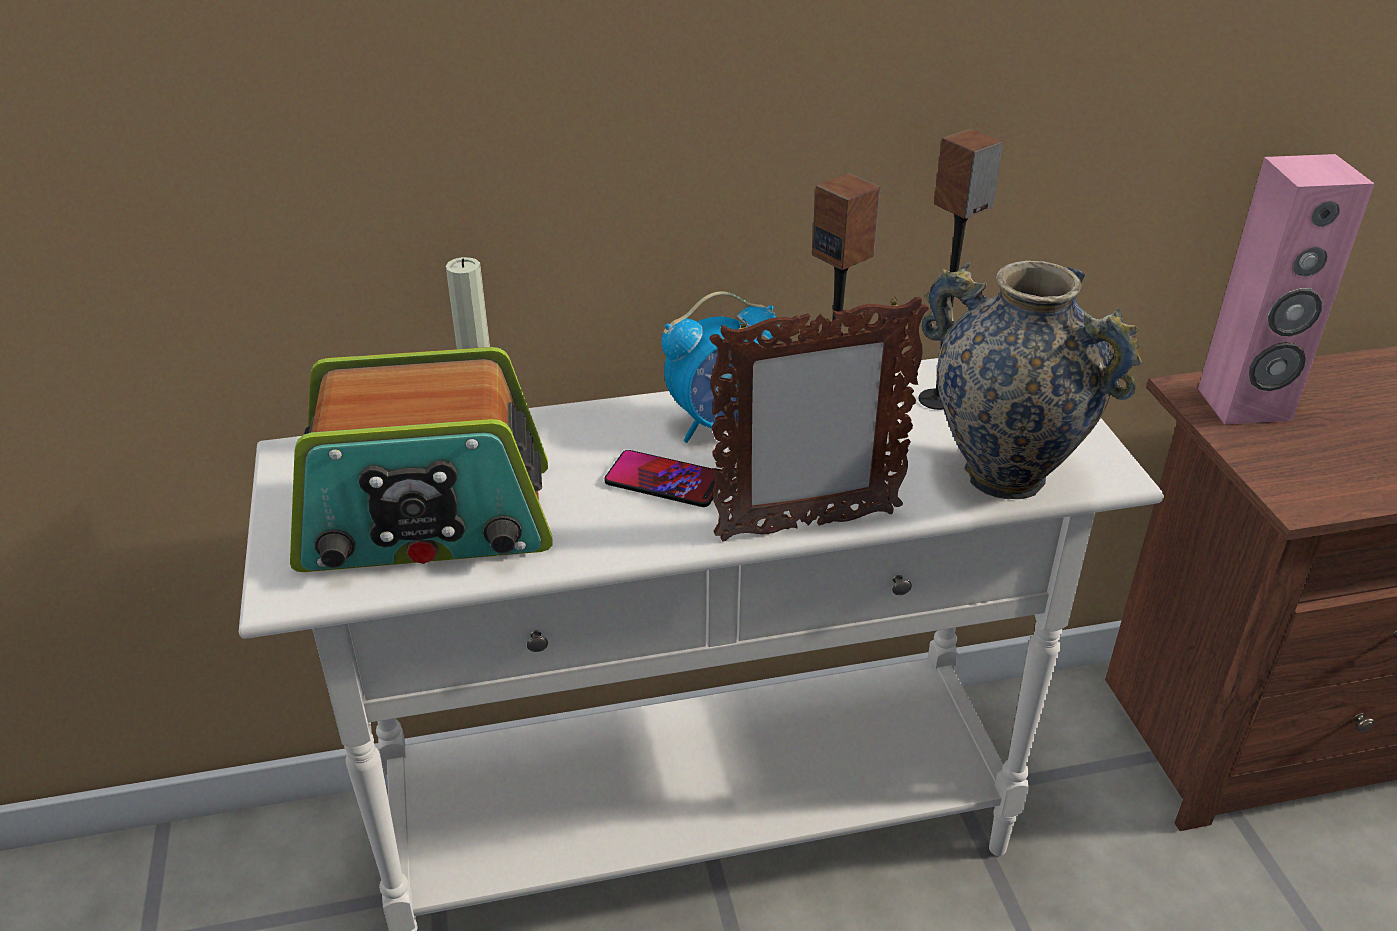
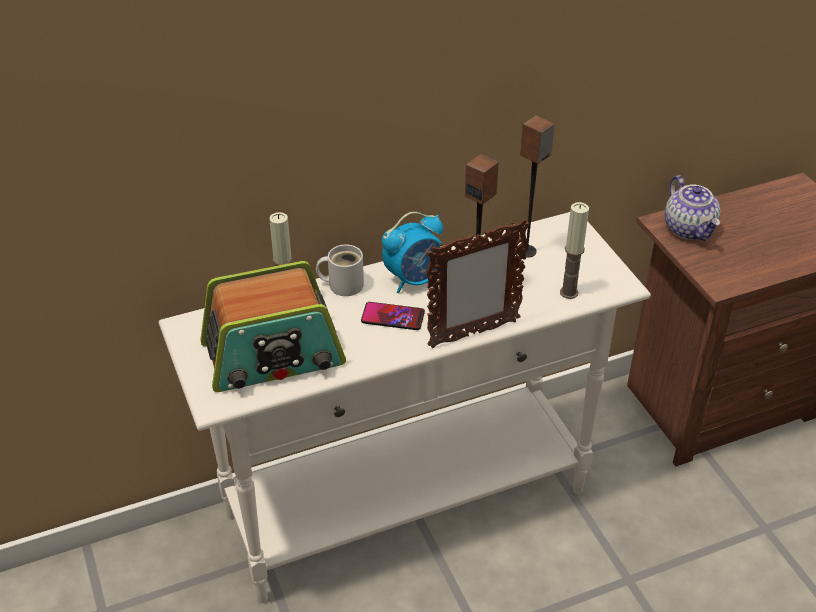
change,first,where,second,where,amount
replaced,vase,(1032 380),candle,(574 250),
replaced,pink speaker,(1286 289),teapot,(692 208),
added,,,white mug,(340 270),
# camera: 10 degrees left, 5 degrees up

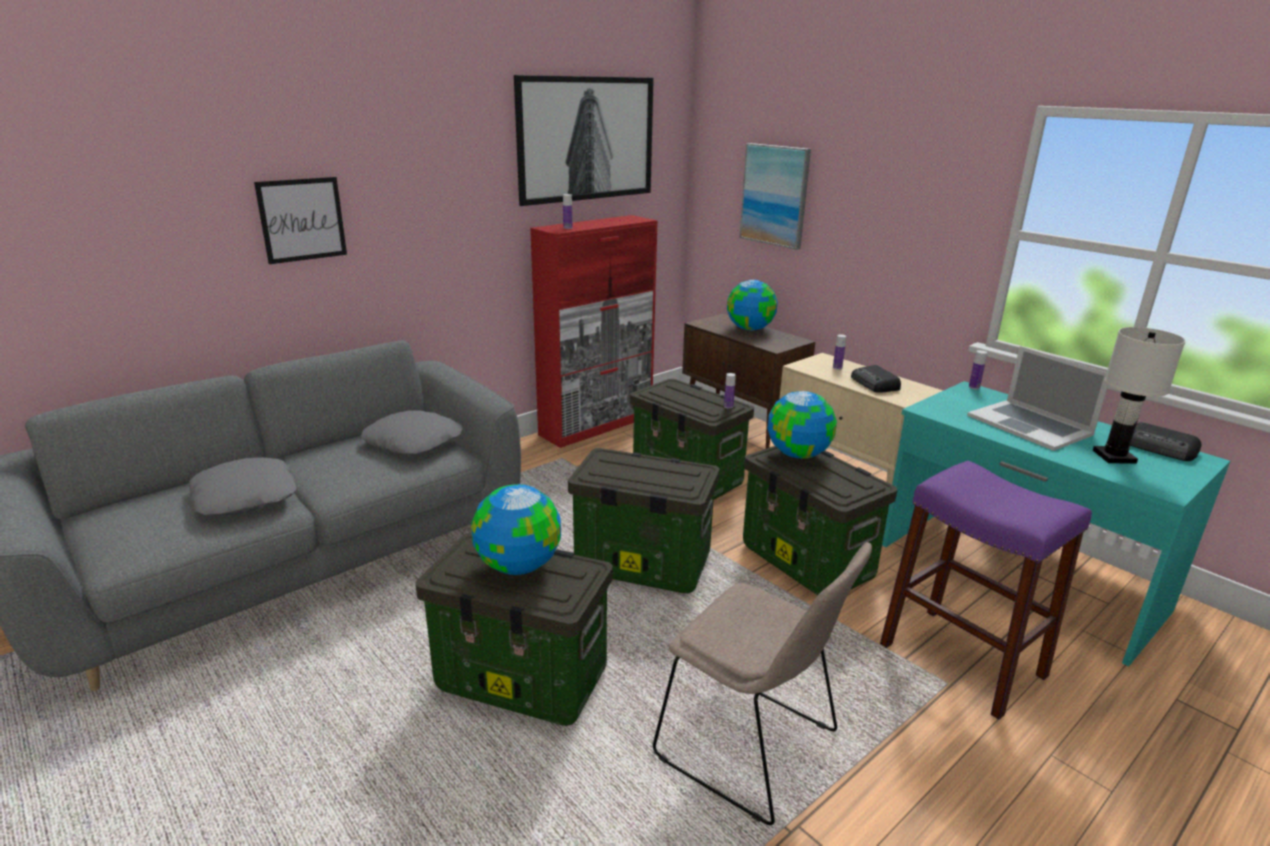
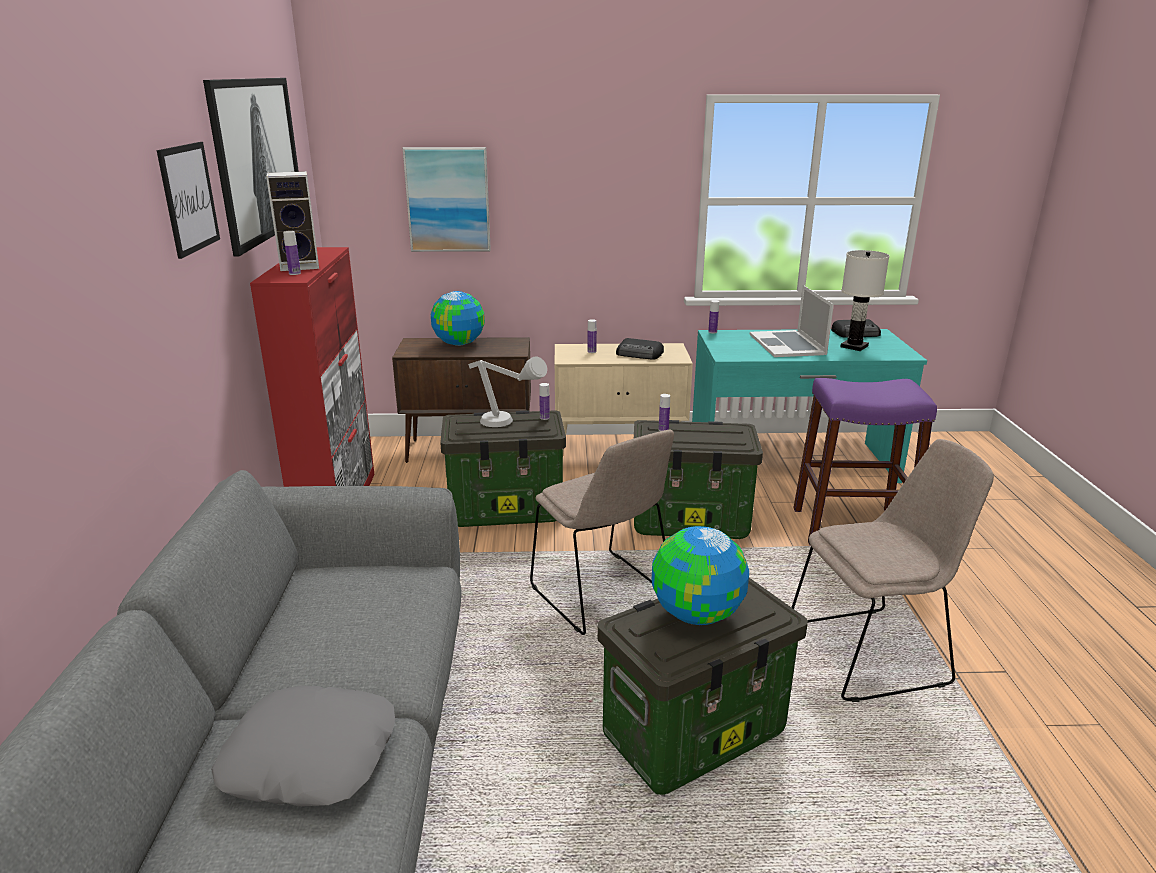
change,first,where,second,where,amount
moved,picture,(300 220),,(188 200),
removed,grey pillow,(412 432),,,
replaced,storage box,(644 520),beige chair,(602 532),
replaced,globe,(802 425),bottle,(664 412),
turned,laptop,(1037 398),,(792 321),75 degrees clockwise
added,,,speaker,(292 221),
added,,,grey table lamp,(507 391),
# camera: 50 degrees left, 0 degrees up

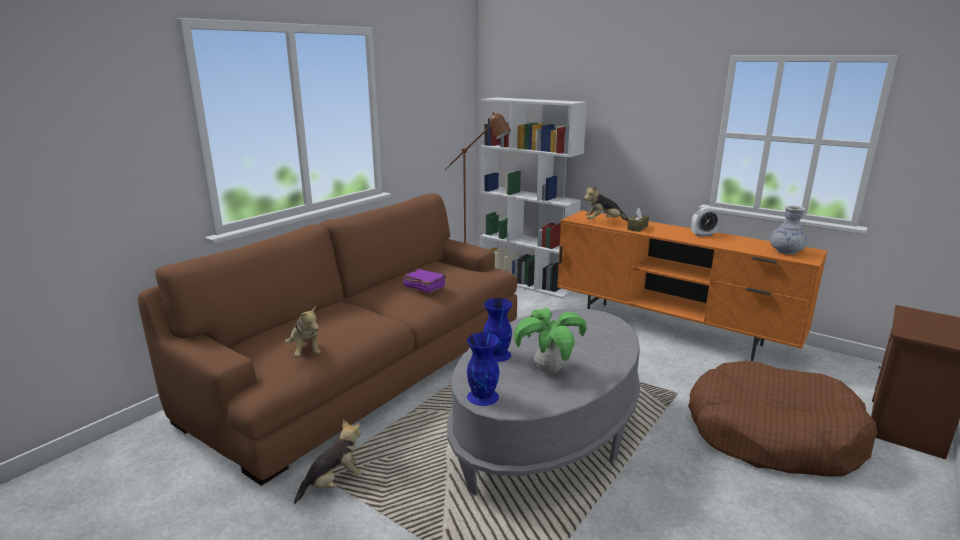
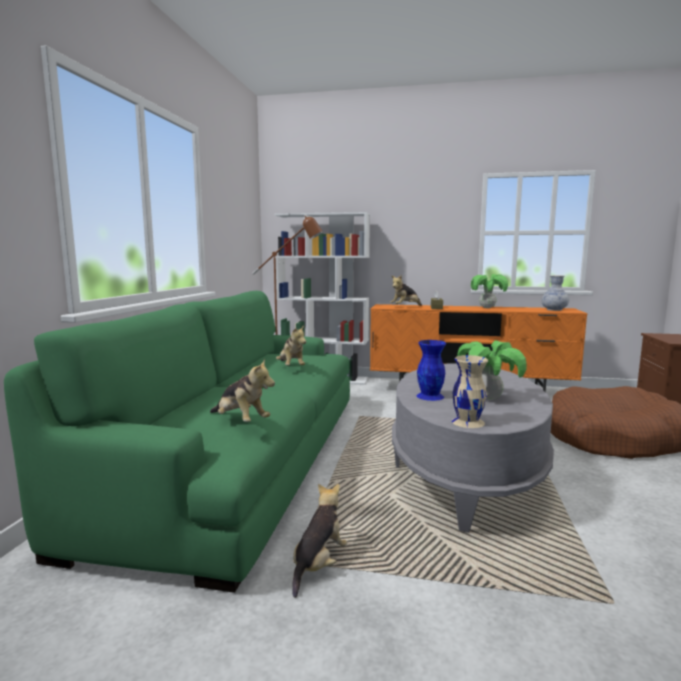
change,first,where,second,where,amount
recoloured,brown sofa,(327 339),green sofa,(177 442),
replaced,purple book,(424 281),plush toy,(291 345),
recoloured,blue vase,(483 369),beige vase,(470 391),
replaced,alarm clock,(705 221),potted plant,(489 291),
# camera: 25 degrees left, 10 degrees down

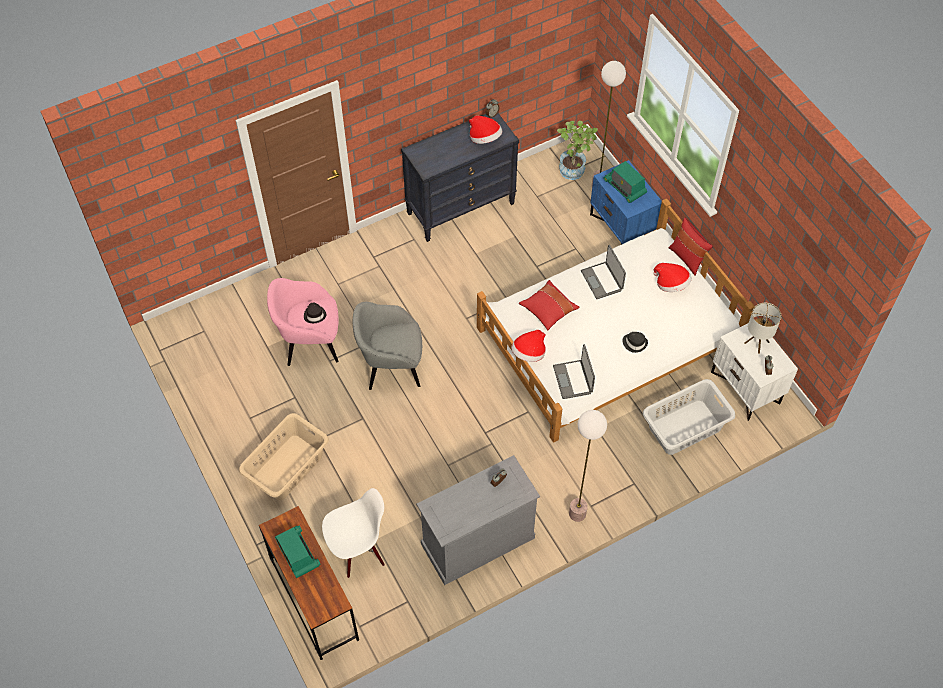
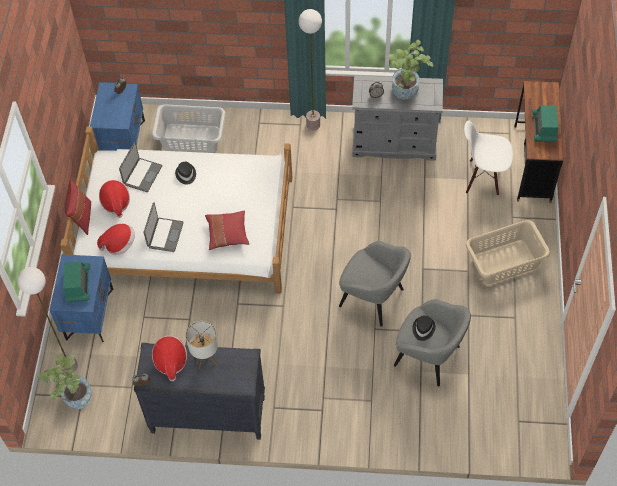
change,first,where,second,where,amount
recoloured,pink armchair,(303 322),grey armchair,(432 343),
moved,hat,(528 346),,(116 239),
moved,laptop,(574 371),,(140 167),
recoloured,white nightstand,(754 372),blue nightstand,(117 116),
moved,table lamp,(762 328),,(202 345),
added,,,potted plant,(411 70),
# camera: 145 degrees left, 0 degrees up

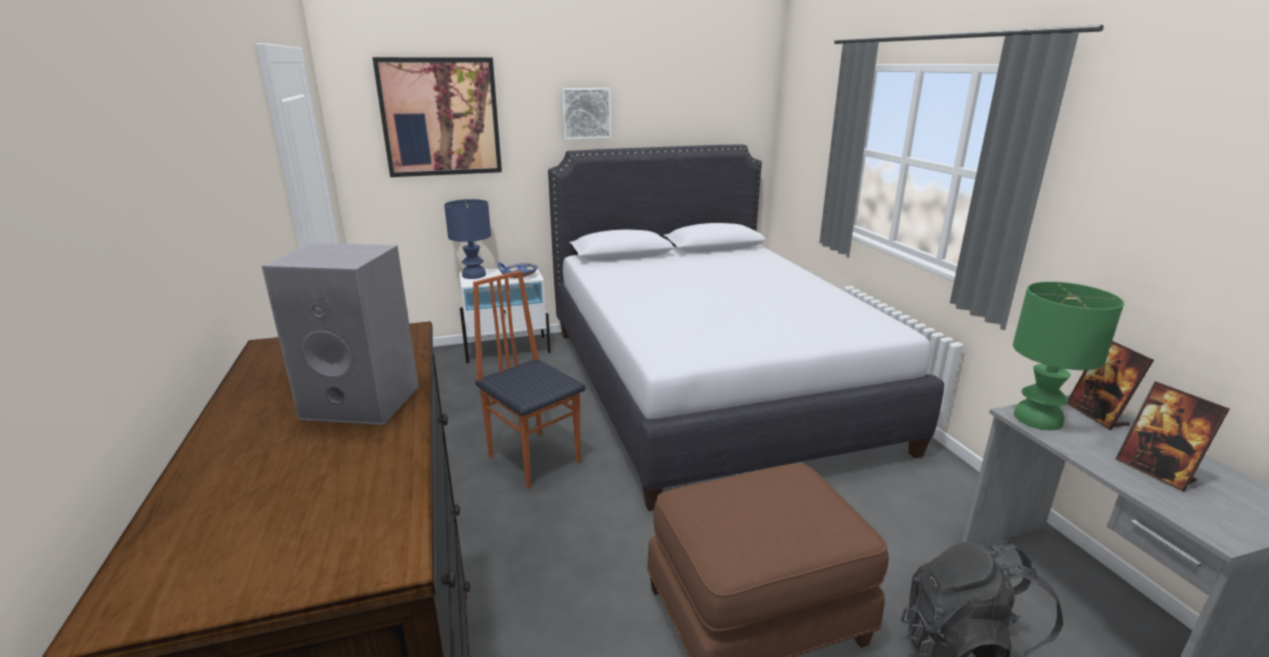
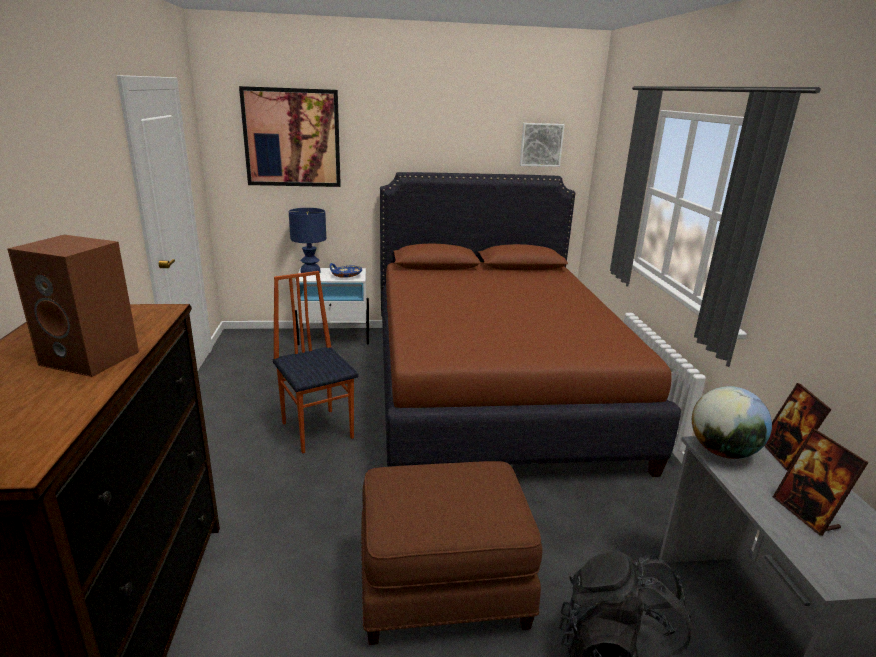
change,first,where,second,where,amount
recoloured,grey speaker,(340 334),brown speaker,(73 306),
recoloured,white bed,(746 327),brown bed,(530 324),
moved,picture,(586 114),,(542 145),
replaced,green table lamp,(1068 356),globe,(732 422),
# camera: 10 degrees right, 0 degrees up

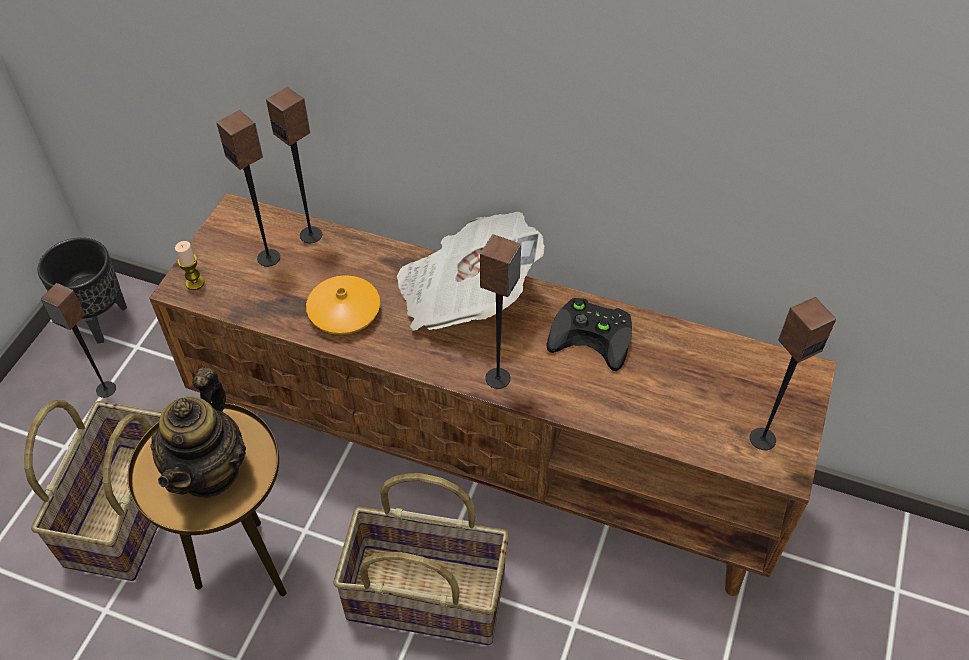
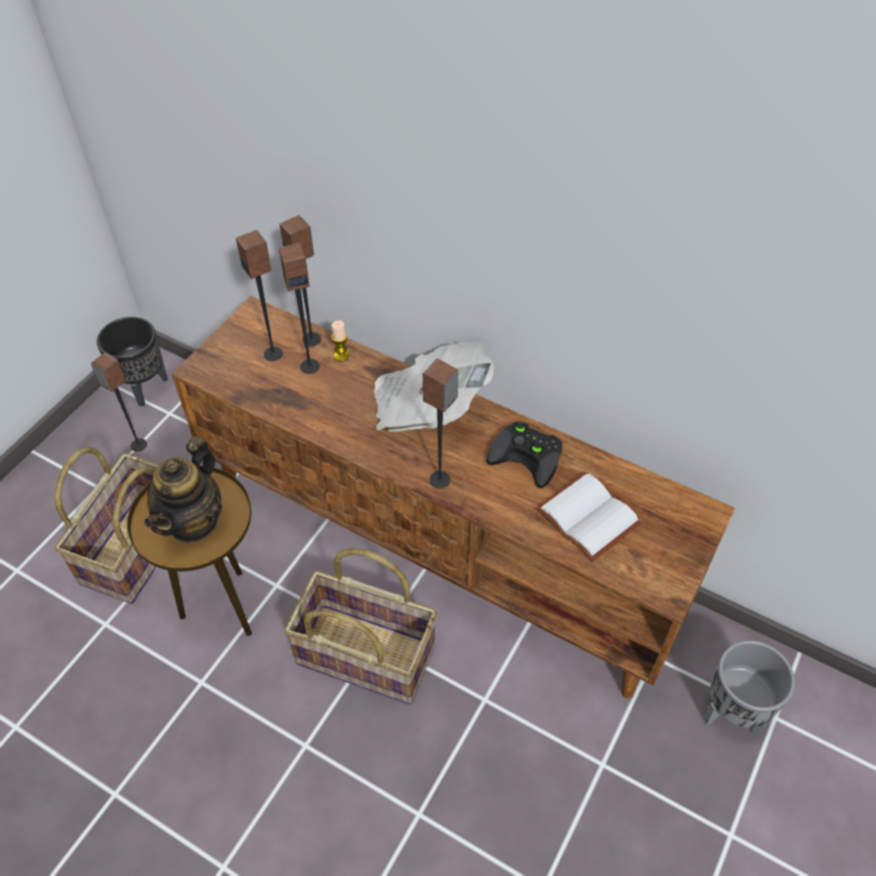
change,first,where,second,where,amount
moved,candle,(189 265),,(340 341),
removed,orange vase,(343 305),,,
moved,speaker,(793 373),,(299 308),
added,,,white book,(589 517),
added,,,grey planter,(749 688),
# camera: 10 degrees right, 0 degrees up

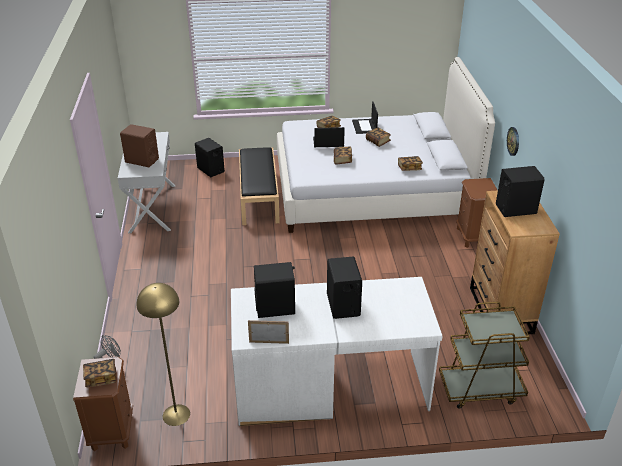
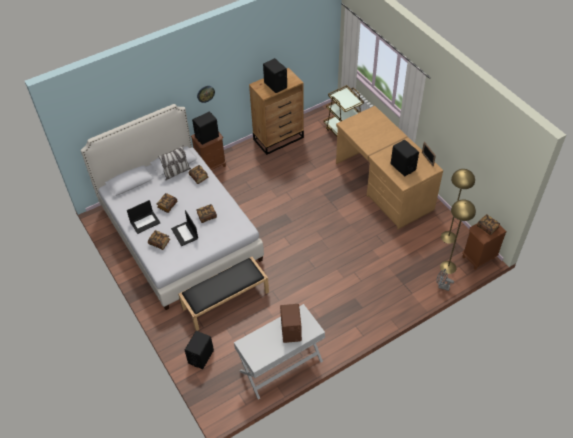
change,first,where,second,where,amount
recoloured,white desk,(336 351),brown desk,(389 167),
moved,black speaker,(344 288),,(205 128),
added,,,pillow,(174 162),
added,,,yellow floor lamp,(458 236),
# camera: 115 degrees left, 15 degrees up

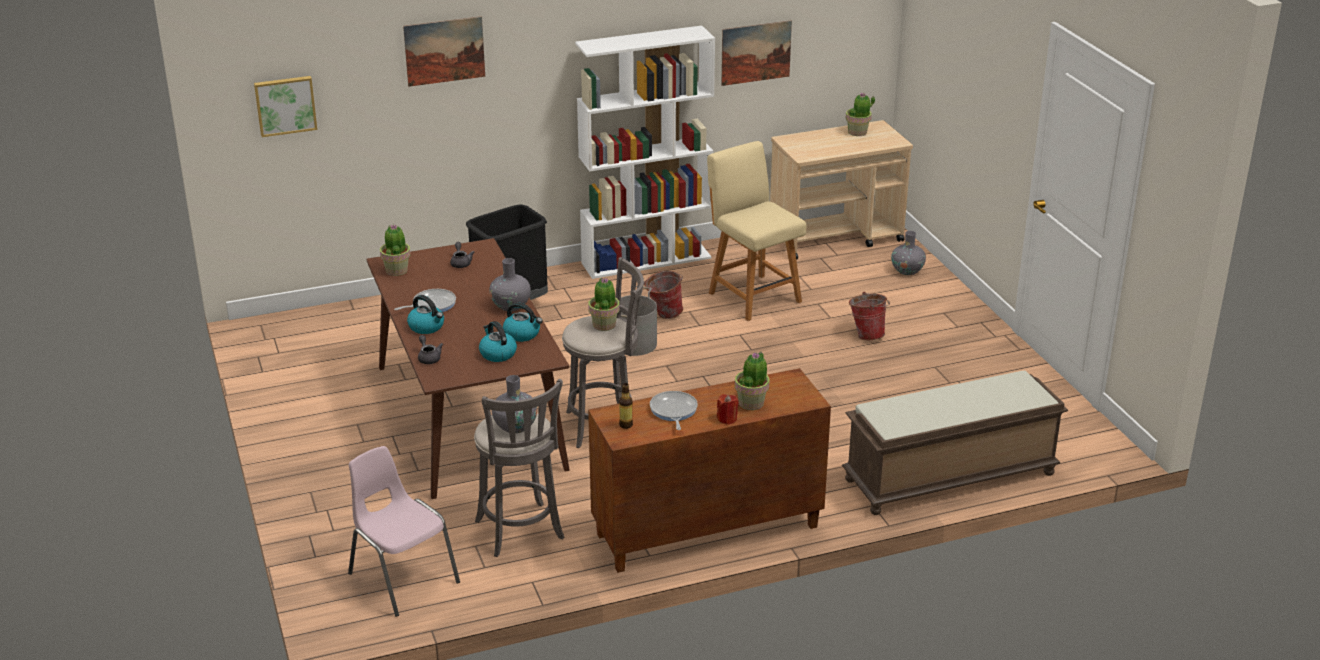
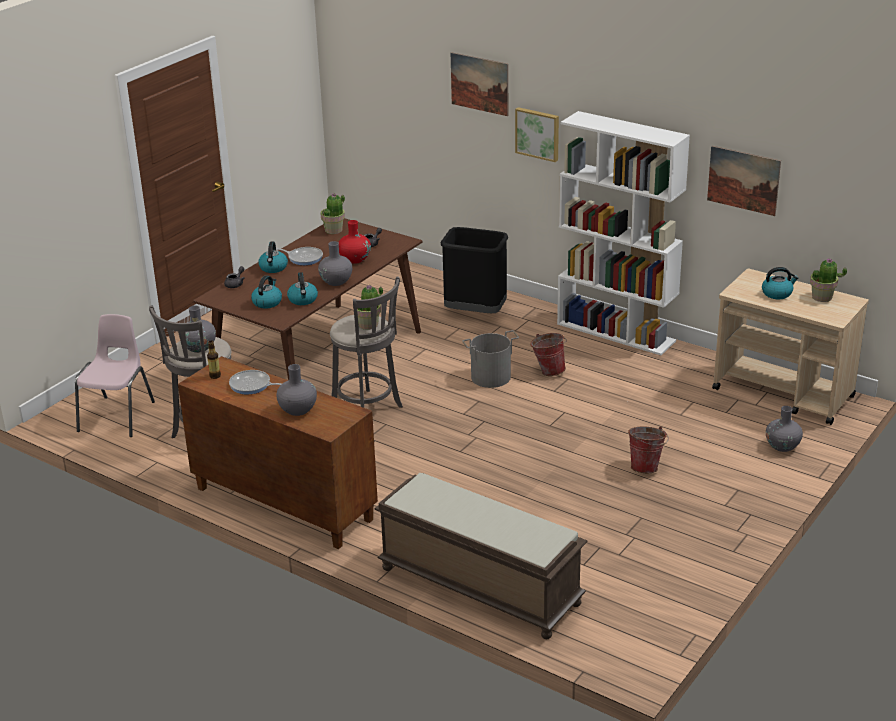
change,first,where,second,where,amount
moved,picture,(285 106),,(537 134),
turned,frying pan,(674 410),,(256 382),120 degrees counterclockwise
removed,beige chair,(757 231),,,
removed,red candle,(728 409),,,
replaced,potted plant,(752 380),grey vase,(296 390),
added,,,red vase,(354 242),
added,,,kettle,(780 283),
# camera: 55 degrees right, 0 degrees up

